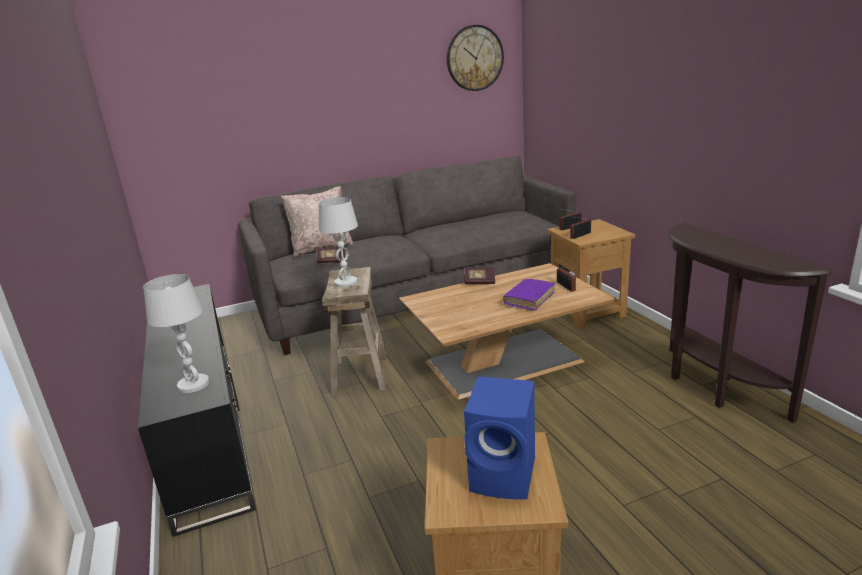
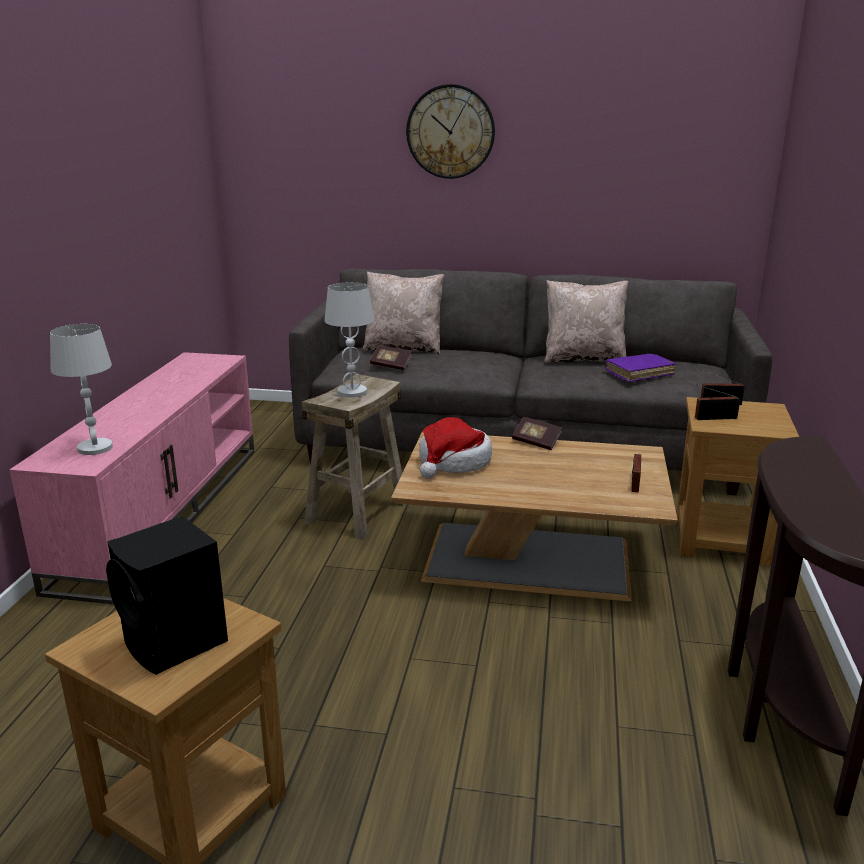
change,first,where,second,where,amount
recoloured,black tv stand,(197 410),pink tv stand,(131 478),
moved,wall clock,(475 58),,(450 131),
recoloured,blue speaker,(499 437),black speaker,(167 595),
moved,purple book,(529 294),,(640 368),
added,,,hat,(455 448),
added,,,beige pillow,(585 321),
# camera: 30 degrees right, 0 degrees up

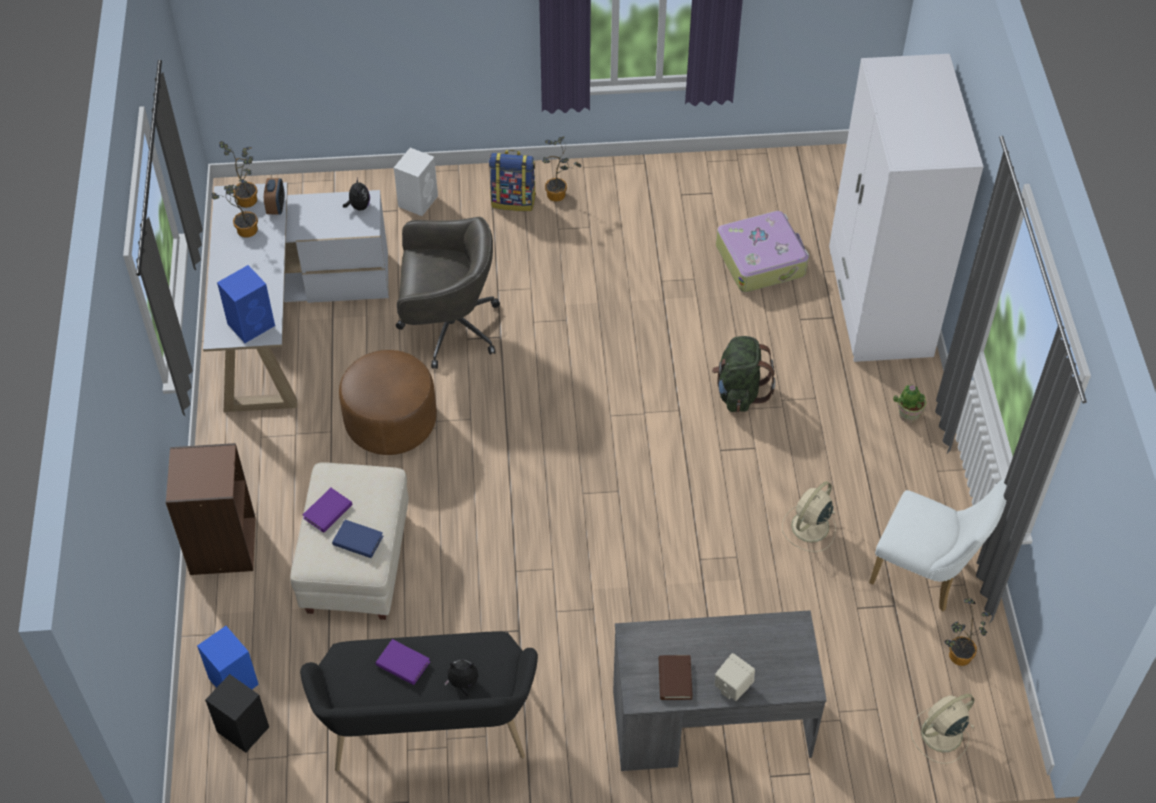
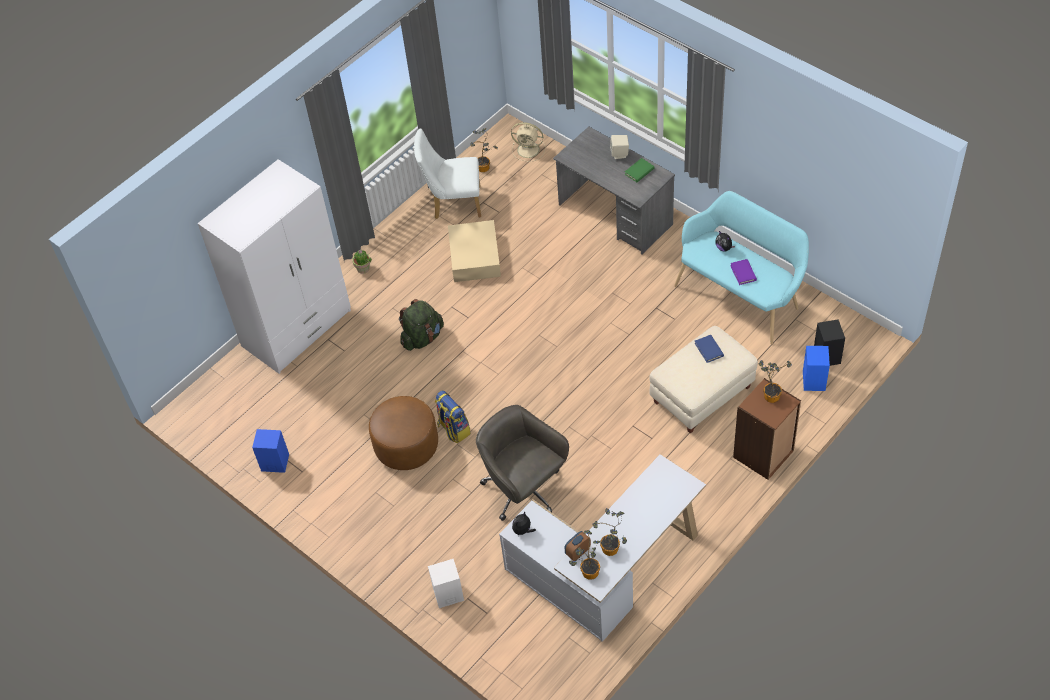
change,first,where,second,where,amount
moved,blue speaker,(246 304),,(270 451),
recoloured,black bench,(419 701),turquoise bench,(741 268),
removed,purple book,(327 510),,,
moved,brown ottoman,(388 402),,(403 433),
moved,backpack,(512 180),,(453 416),
moved,potted plant,(561 169),,(775 381),
recoloured,brown book,(676 677),green book,(639 170),
removed,suitcase,(762 251),,,
replaced,beige fan,(809 516),beige storage box,(474 251),
turned,white chair,(938 545),,(447 173),75 degrees counterclockwise
# camera: 130 degrees left, 0 degrees up

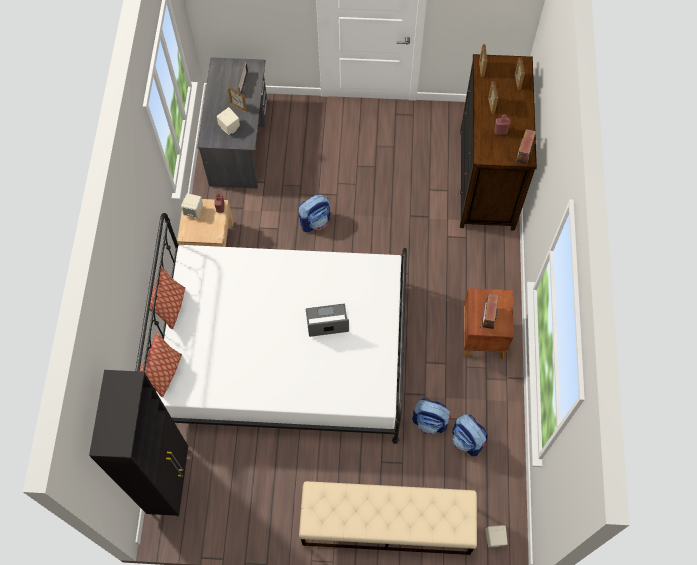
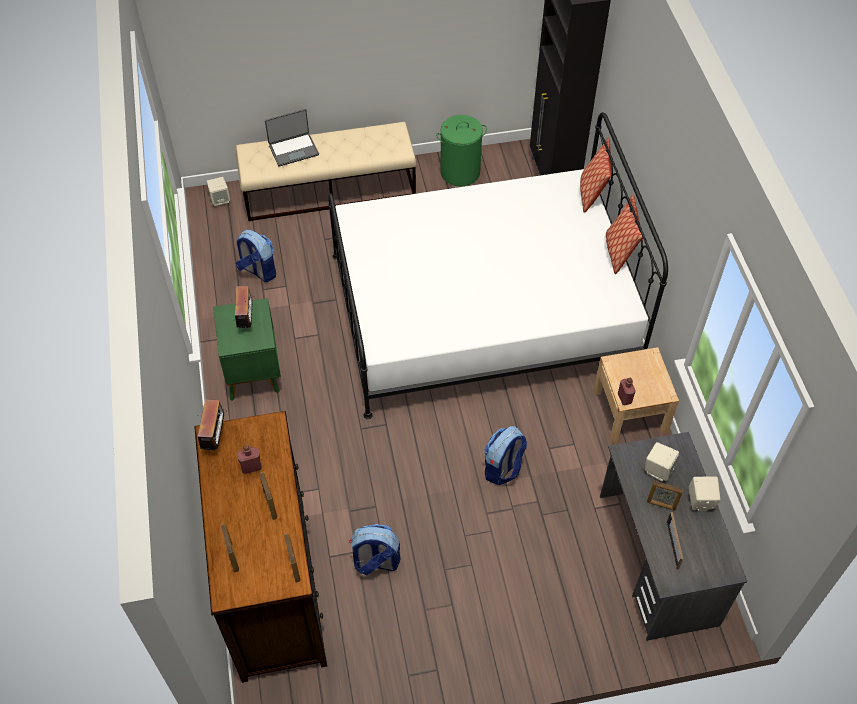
change,first,where,second,where,amount
moved,beige speaker,(192 205),,(704 494),
moved,laptop,(327 320),,(292 138),
moved,backpack,(431 416),,(375 549),
recoloured,brown nightstand,(489 324),green nightstand,(247 349),
added,,,green laundry basket,(461 150),
# camera: 165 degrees right, 10 degrees down

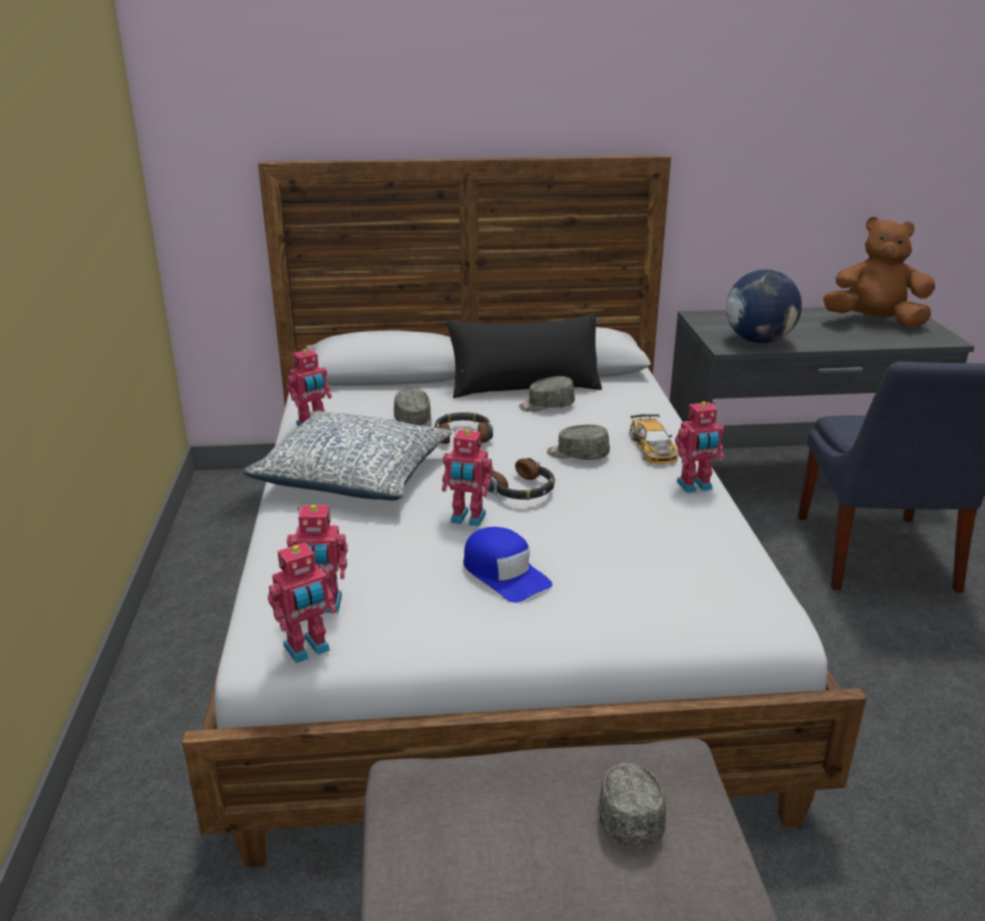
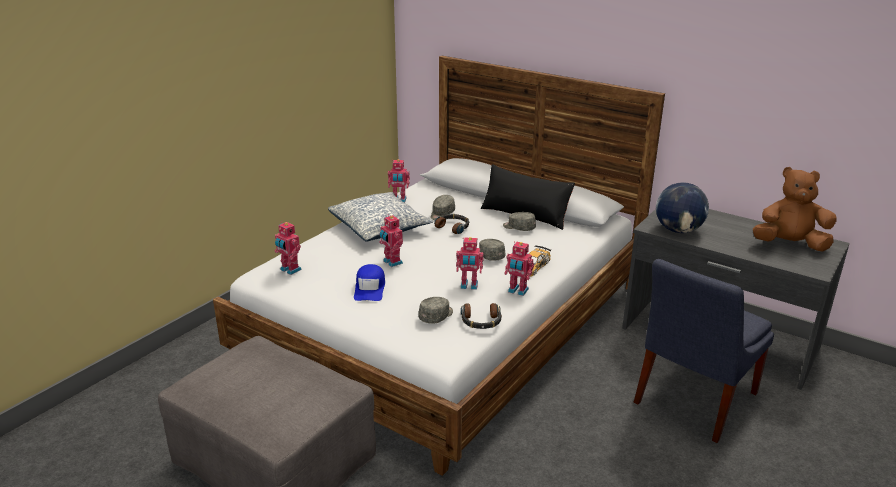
change,first,where,second,where,amount
moved,toy robot,(302 602),,(470 263),
moved,headphones,(521 479),,(481 316),
moved,grey cap,(632 805),,(435 310),
turned,brown plush toy,(879 271),,(795 209),45 degrees counterclockwise
# camera: 40 degrees right, 0 degrees up

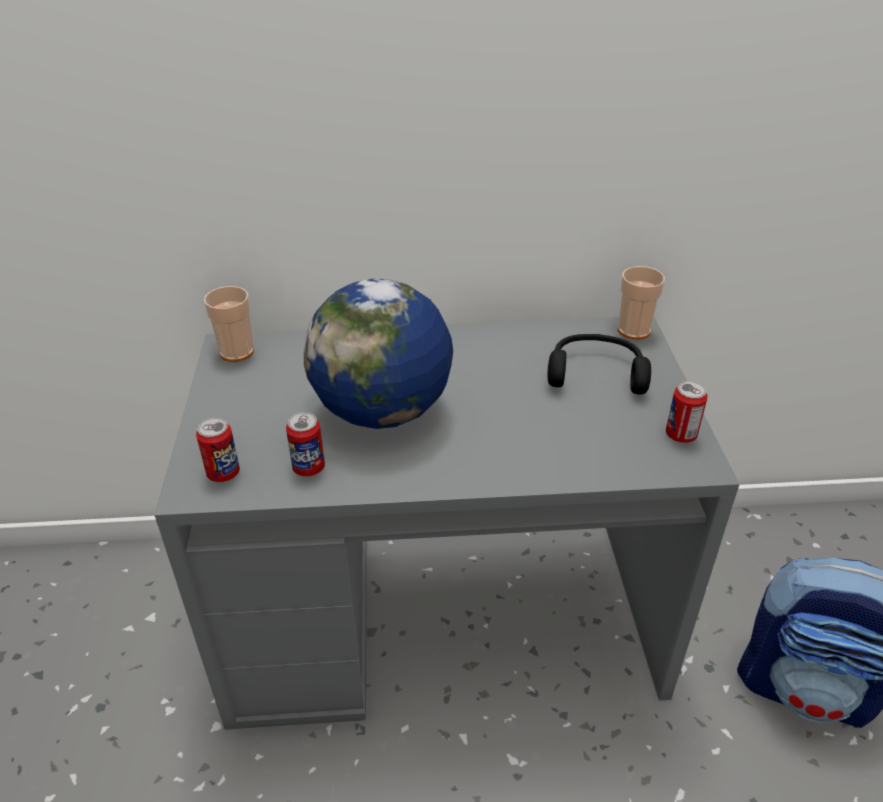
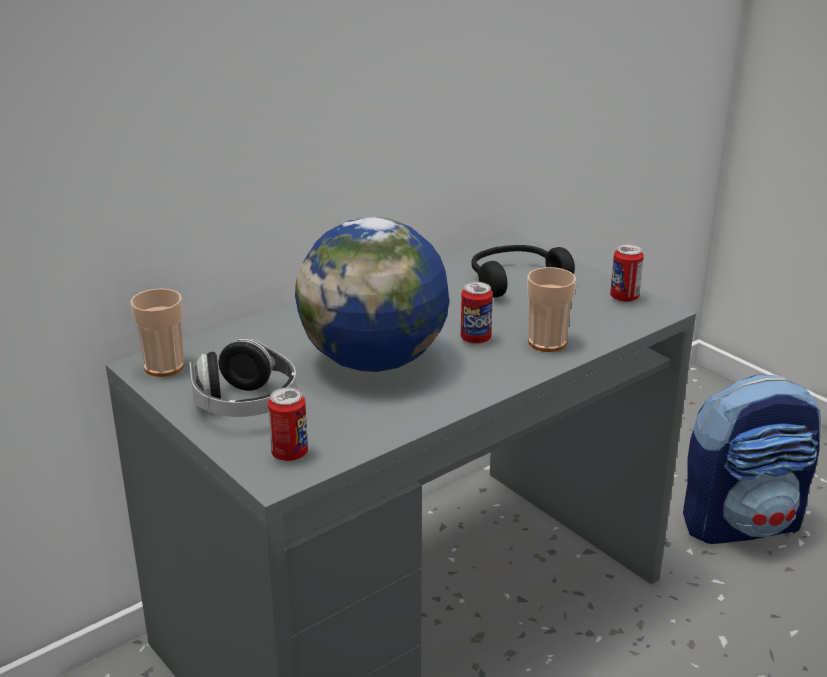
change,first,where,second,where,amount
moved,can,(305 444),,(477 313),
moved,cup,(641 303),,(551 309),
added,,,headphones,(243 378),
# camera: 35 degrees left, 10 degrees down

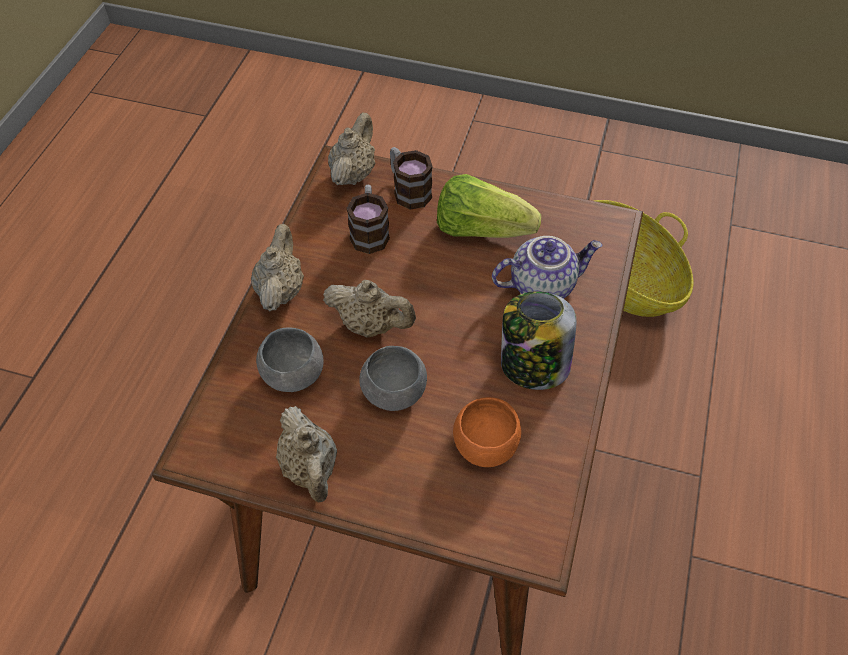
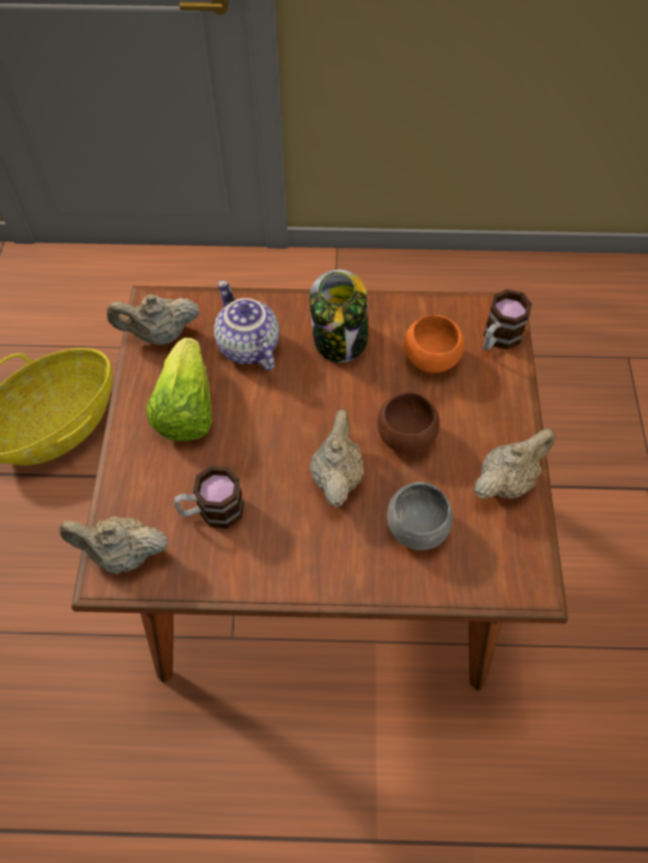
change,first,where,second,where,amount
moved,beige teapot,(277 268),,(153 319),
recoloured,grey bowl,(393 378),brown bowl,(408 423),
moved,mug,(411 178),,(507 320),
# camera: 105 degrees left, 5 degrees up

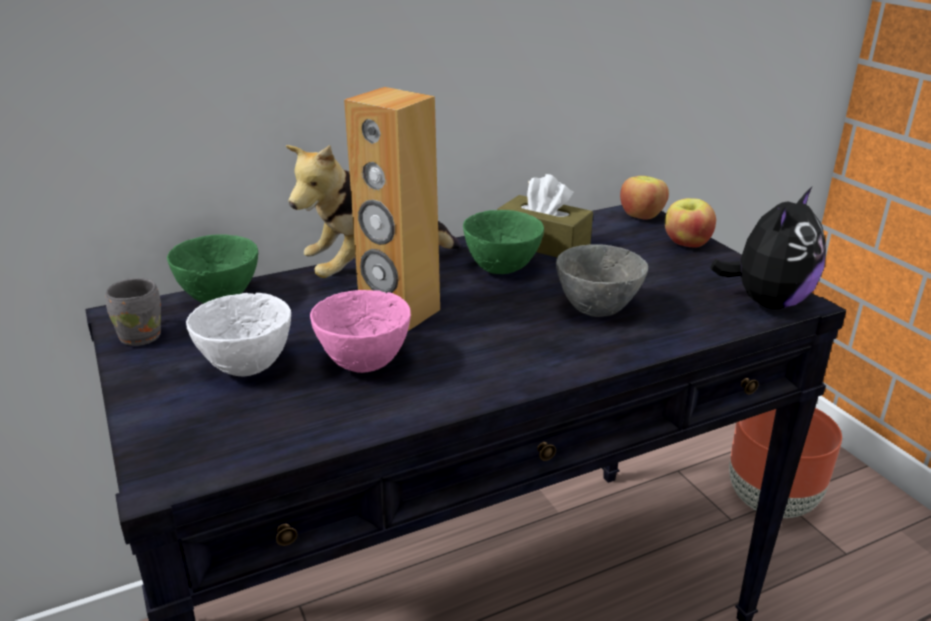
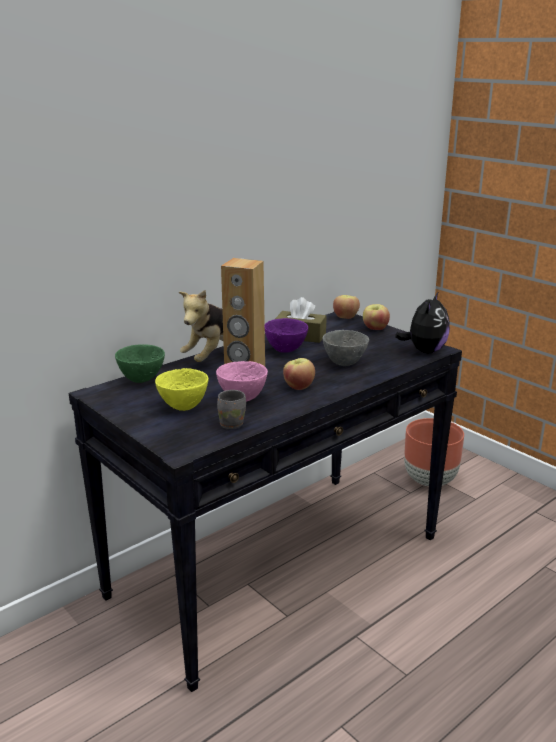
change,first,where,second,where,amount
moved,grey mug,(133 312),,(231 409),
recoloured,white bowl,(238 334),yellow bowl,(182 389),
recoloured,green bowl,(503 242),purple bowl,(286 335),
added,,,apple,(299 374),
# camera: 15 degrees left, 5 degrees down

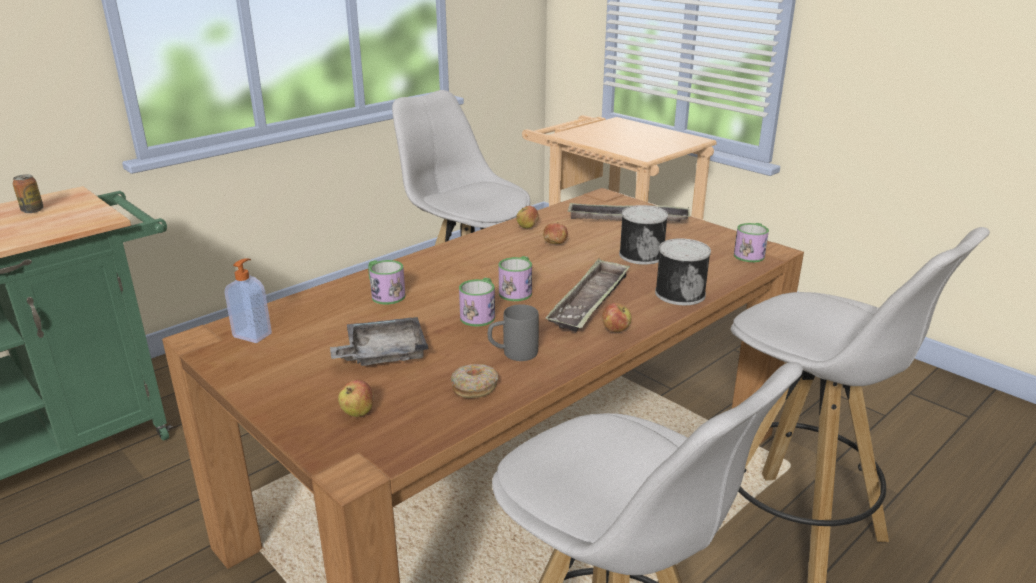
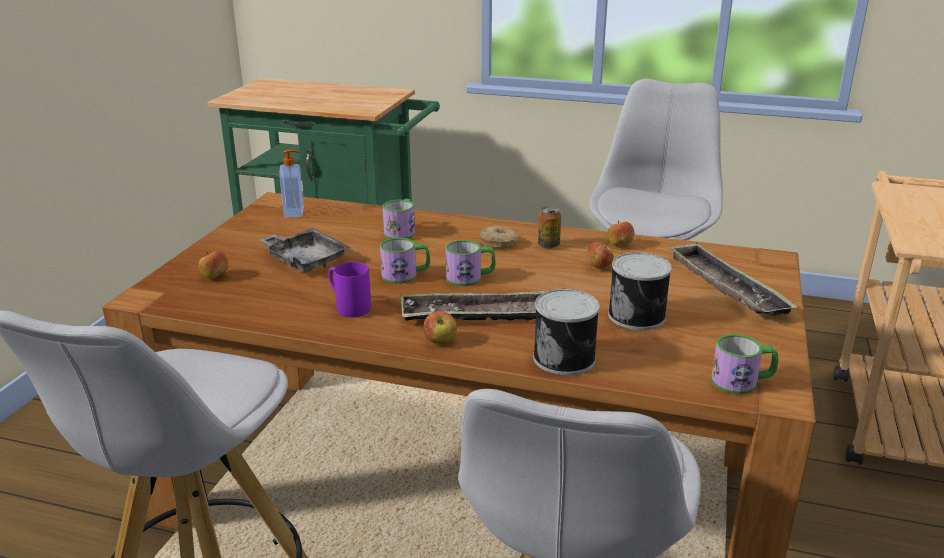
change,first,where,second,where,amount
moved,can,(28 193),,(549 227),
moved,donut,(474 381),,(499 237),
recoloured,grey mug,(513 332),purple mug,(349 289),
# camera: 60 degrees right, 0 degrees up

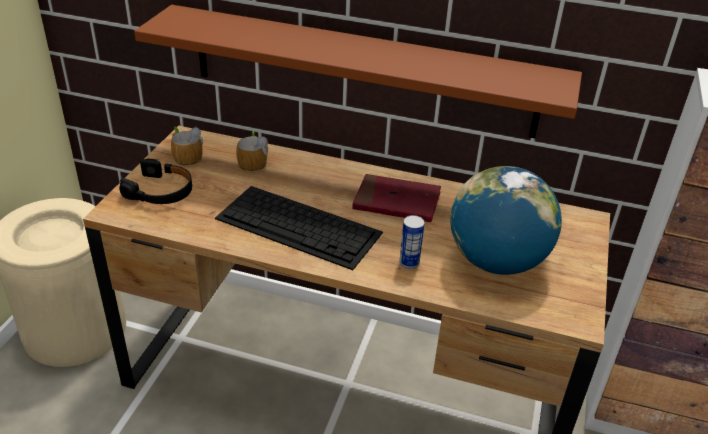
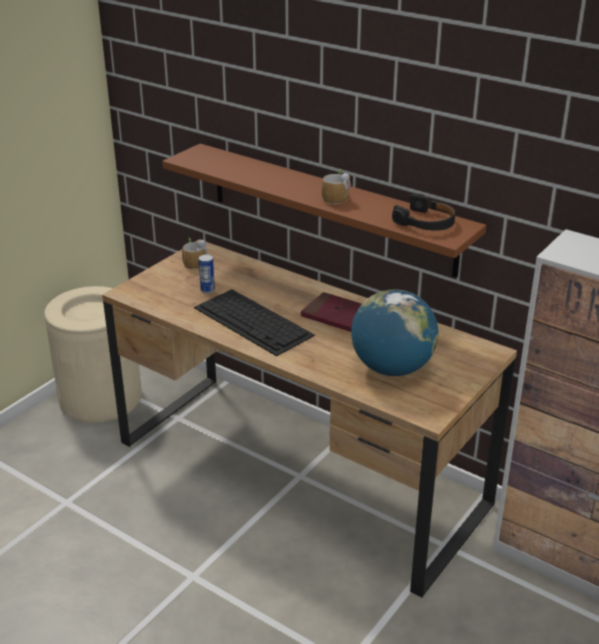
change,first,where,second,where,amount
moved,black headphones,(155 181),,(424 212),
moved,mug,(252 151),,(336 186),
moved,can,(412 242),,(207 274),
# camera: 20 degrees right, 5 degrees down

